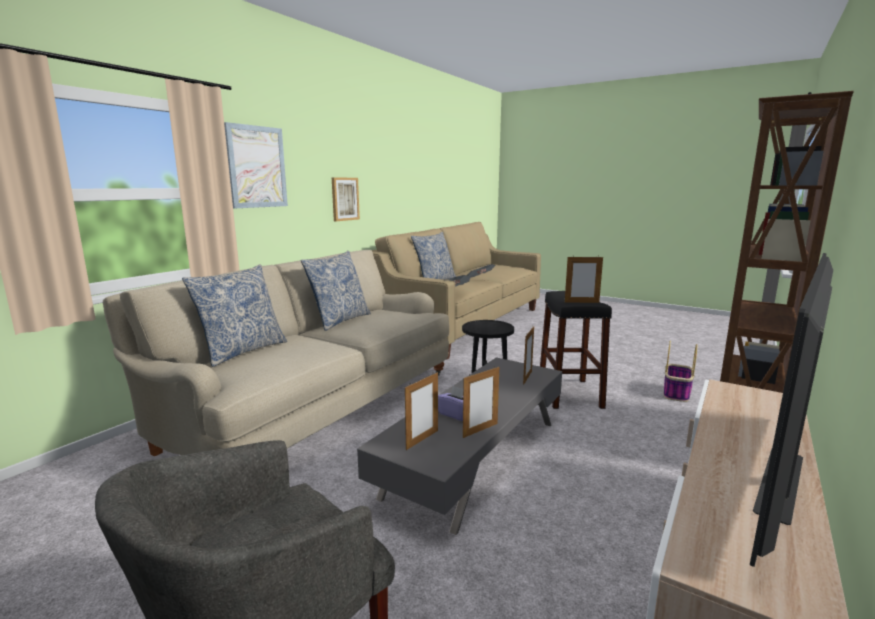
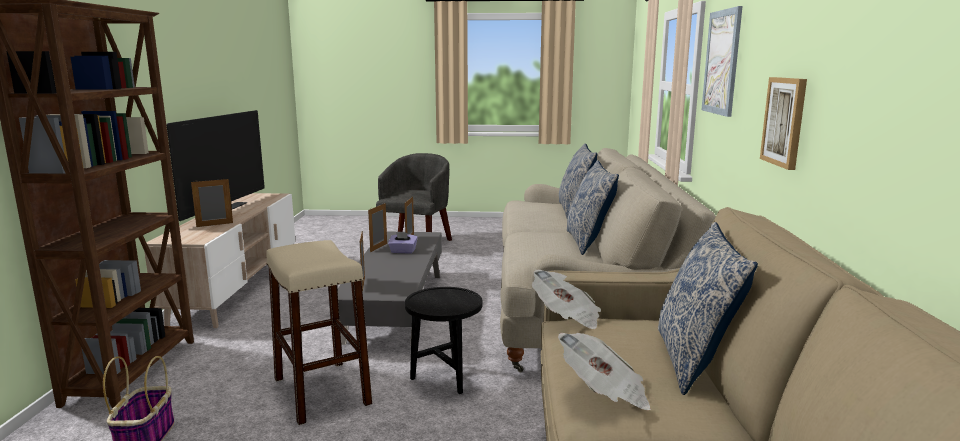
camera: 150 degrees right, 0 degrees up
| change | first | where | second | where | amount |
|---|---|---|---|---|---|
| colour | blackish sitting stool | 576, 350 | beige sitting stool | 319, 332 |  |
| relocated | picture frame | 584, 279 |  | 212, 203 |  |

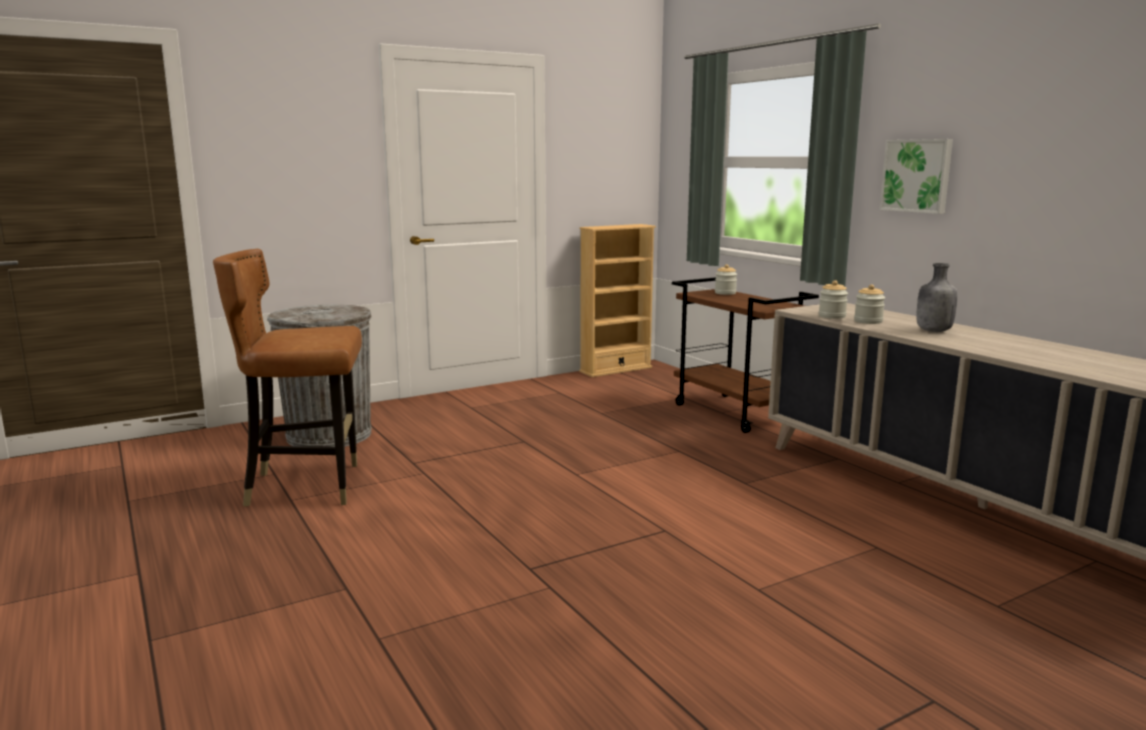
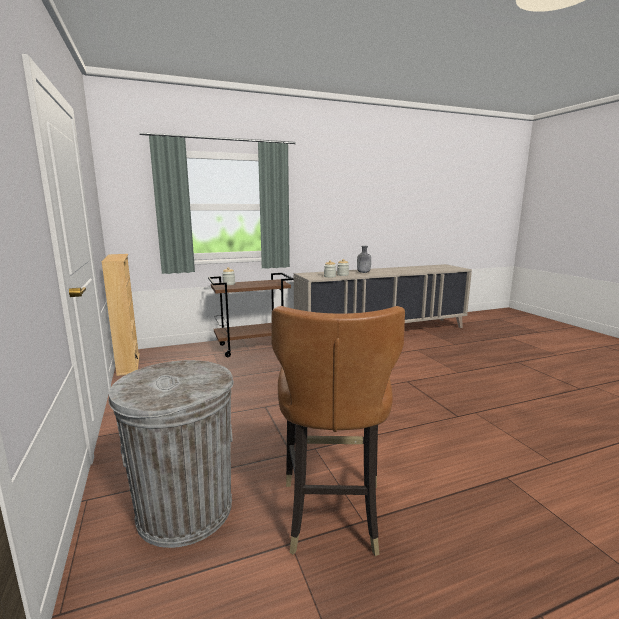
camera: 80 degrees left, 0 degrees up
| change | first | where | second | where | amount |
|---|---|---|---|---|---|
| missing | wall art | 916, 176 |  |  |  |

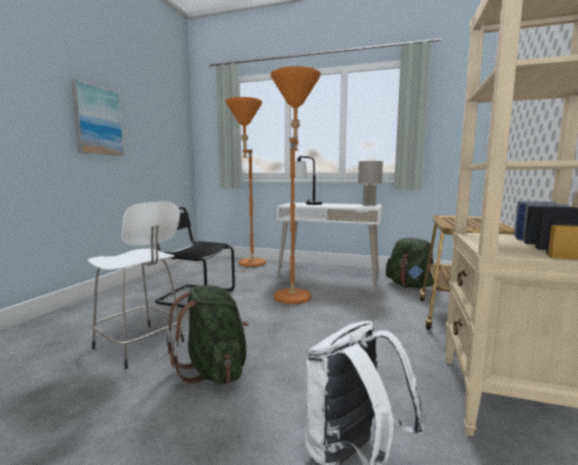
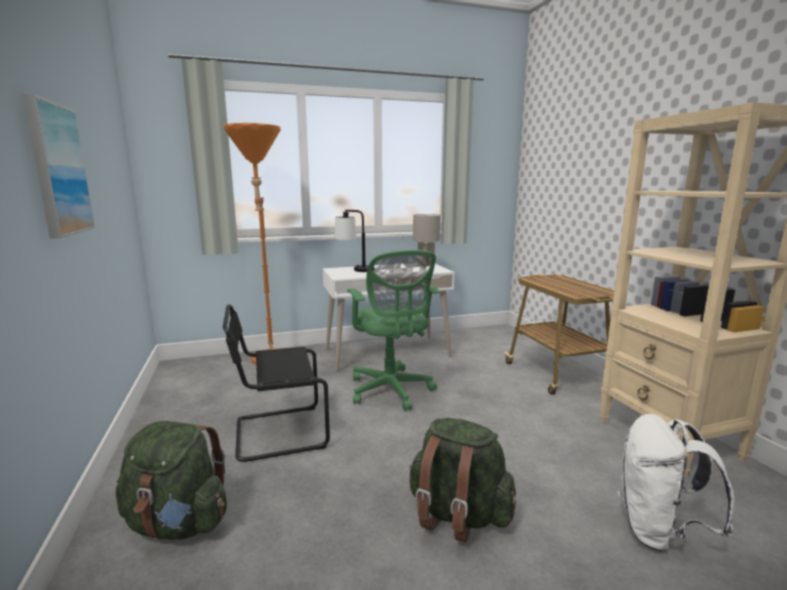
camera: 35 degrees left, 5 degrees up
| change | first | where | second | where | amount |
|---|---|---|---|---|---|
| missing | whitish sitting stool | 136, 285 |  |  |  |
| exchanged | orange-coloured standard lamp | 295, 185 | green-coloured computer chair | 393, 330 |  |
| relocated | green-coloured backpack | 410, 263 |  | 171, 480 |  |

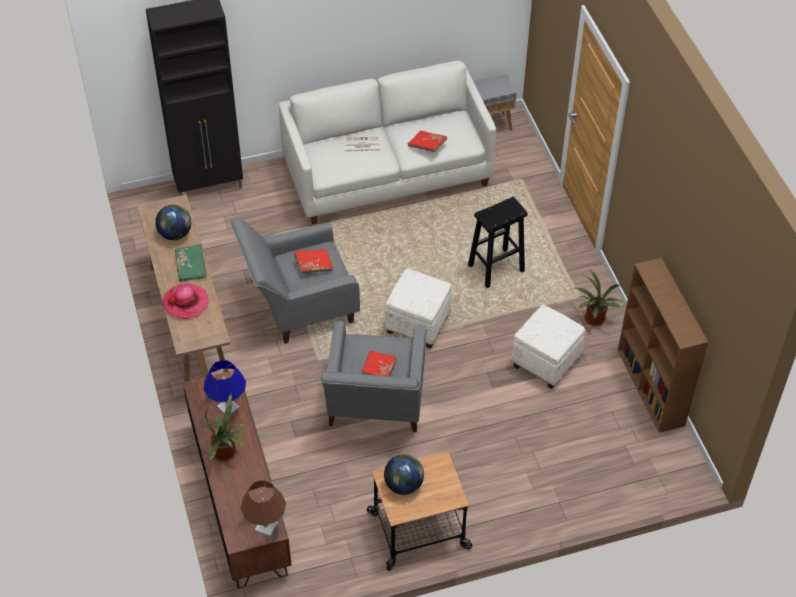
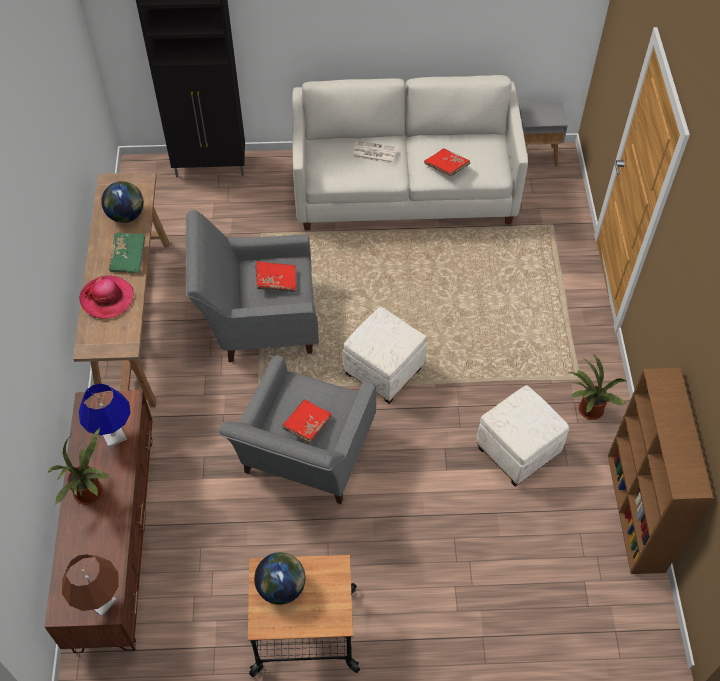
camera: 15 degrees right, 5 degrees up
| change | first | where | second | where | amount |
|---|---|---|---|---|---|
| missing | blackish sitting stool | 498, 242 |  |  |  |

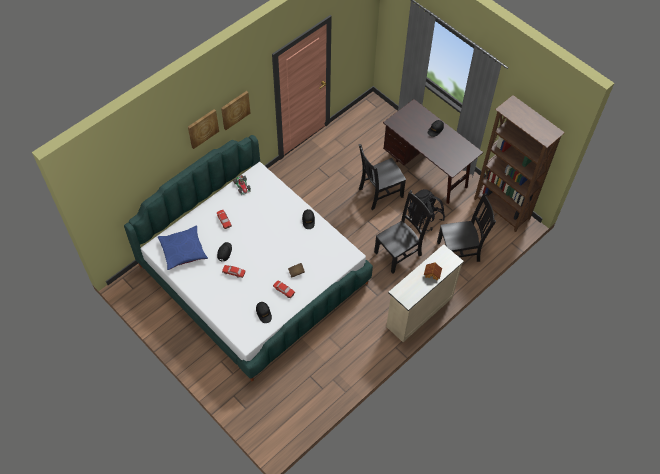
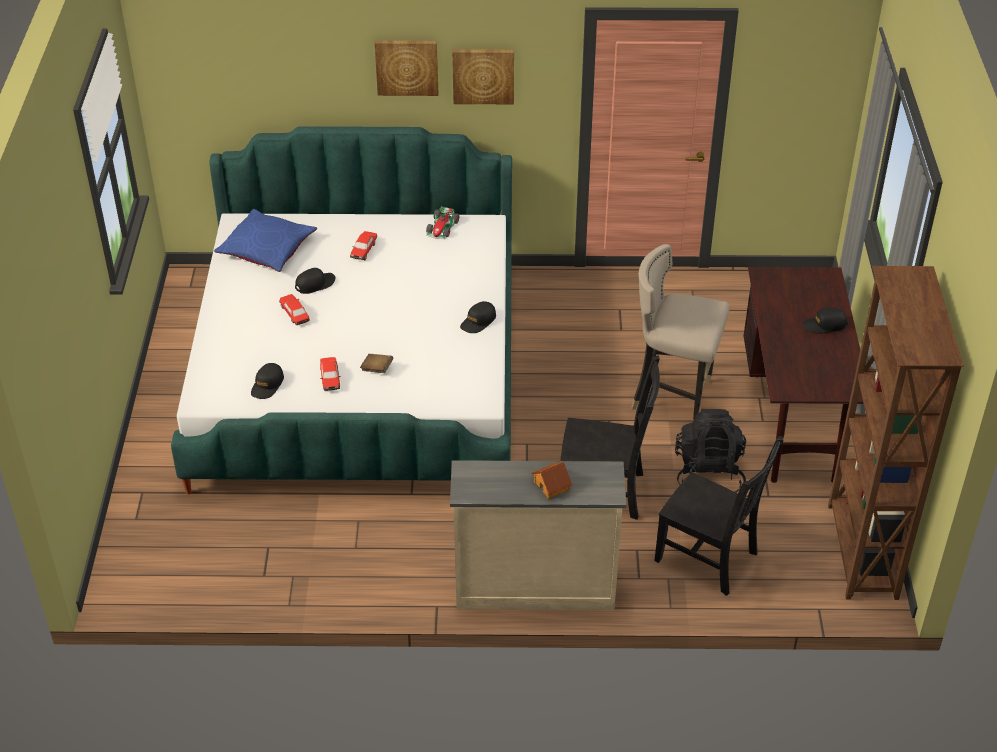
camera: 45 degrees right, 15 degrees down
| change | first | where | second | where | amount |
|---|---|---|---|---|---|
| exchanged | blackish chair | 382, 177 | beige sitting stool | 680, 332 |  |

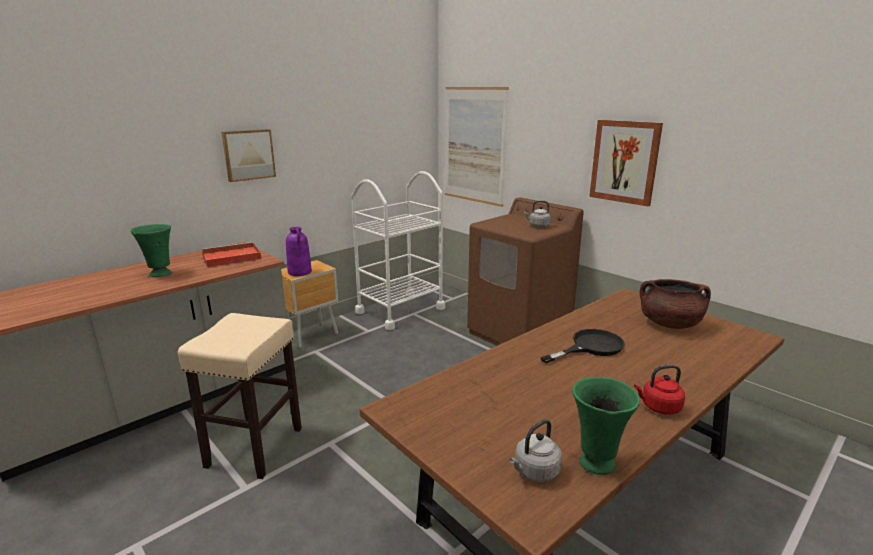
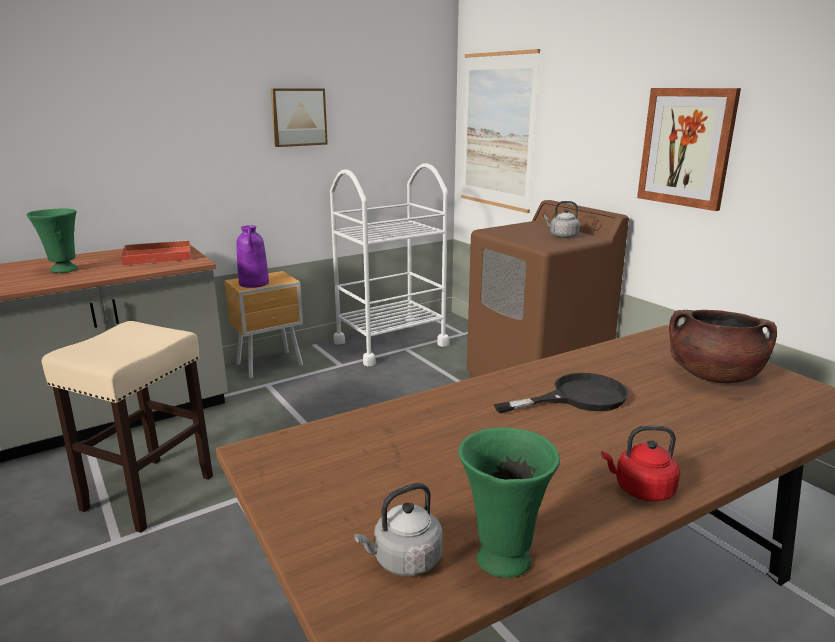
camera: 10 degrees right, 0 degrees up
| change | first | where | second | where | amount |
|---|---|---|---|---|---|
| relocated | wall art | 248, 155 |  | 299, 117 |  |

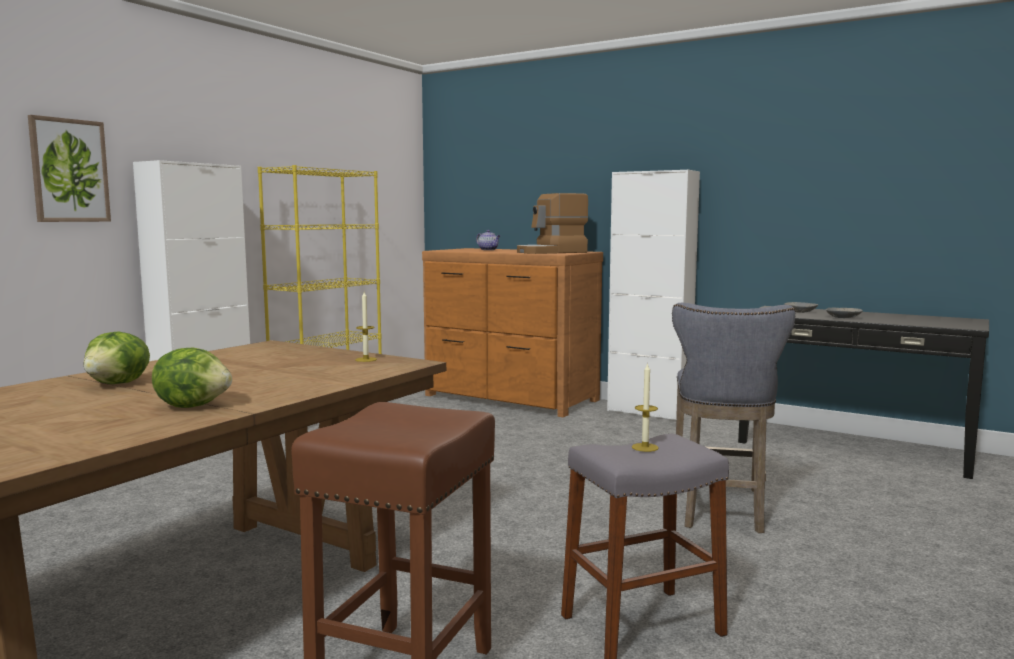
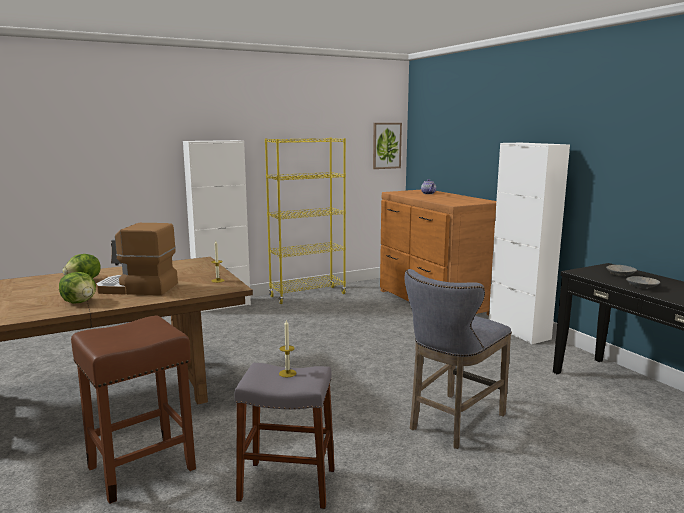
camera: 30 degrees right, 5 degrees up
| change | first | where | second | where | amount |
|---|---|---|---|---|---|
| relocated | wall art | 69, 168 |  | 387, 146 |  |
| relocated | coffee maker | 552, 223 |  | 137, 259 |  |

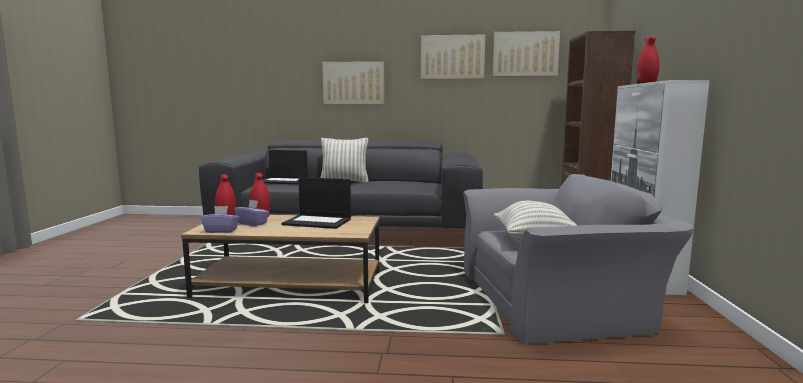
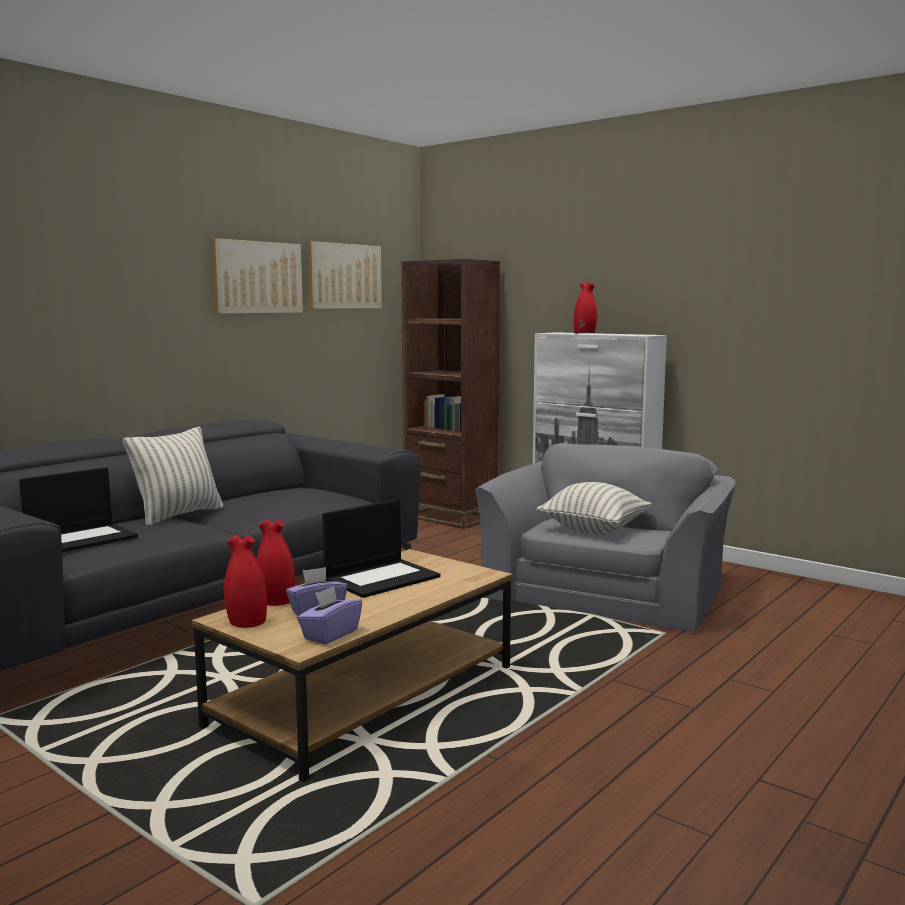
camera: 55 degrees left, 0 degrees up
| change | first | where | second | where | amount |
|---|---|---|---|---|---|
| missing | wall art | 353, 82 |  |  |  |

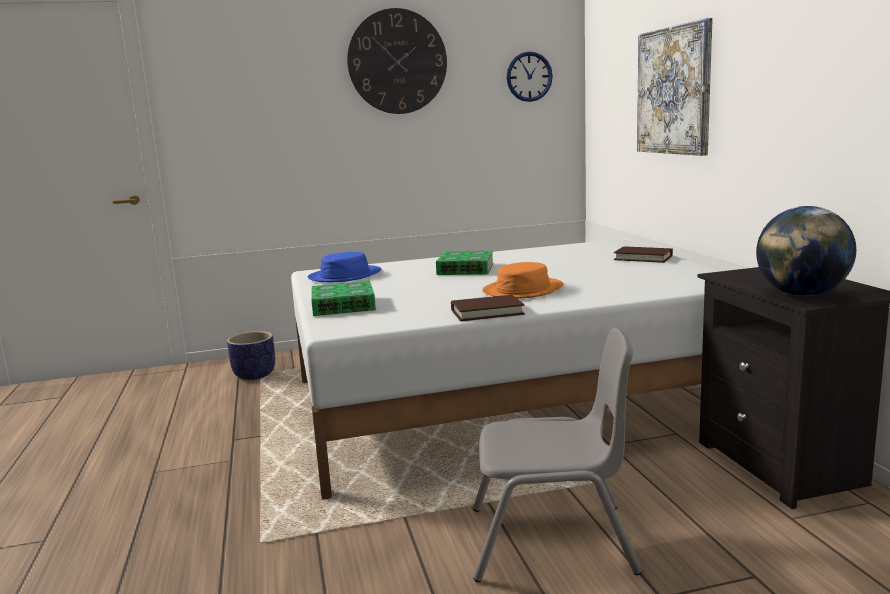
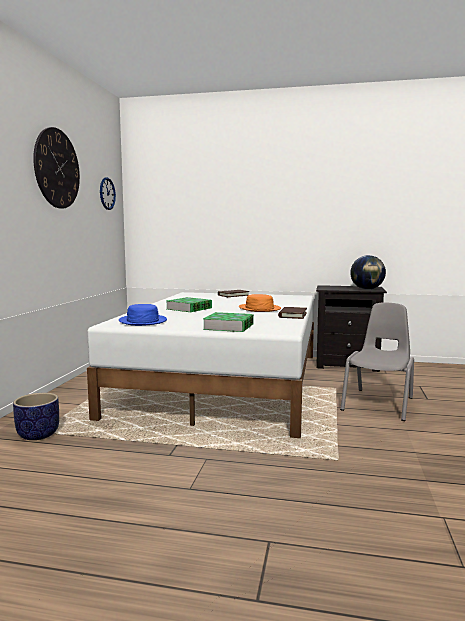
camera: 65 degrees left, 5 degrees down
| change | first | where | second | where | amount |
|---|---|---|---|---|---|
| missing | wall art | 675, 87 |  |  |  |

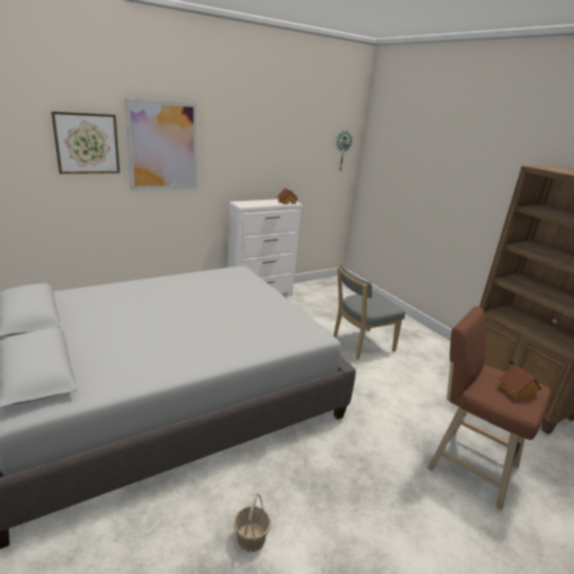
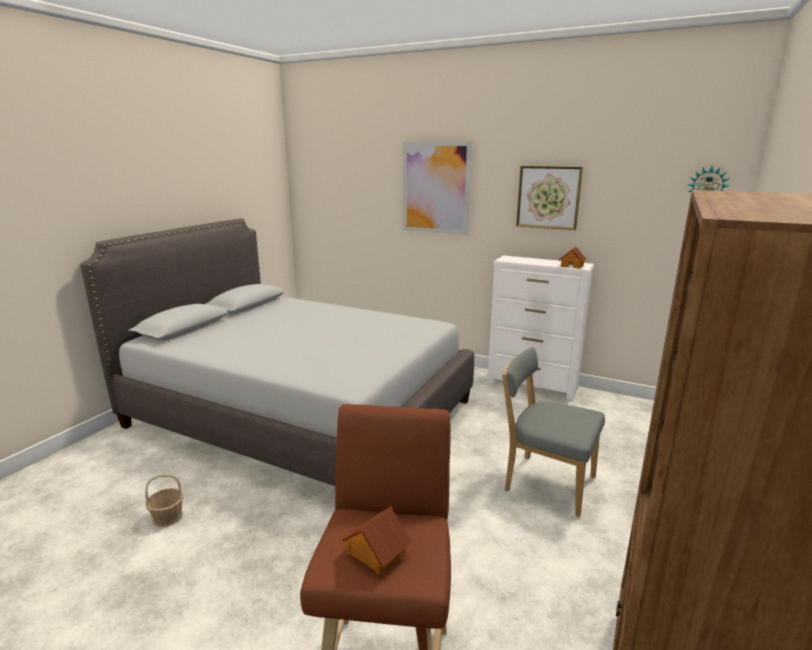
camera: 60 degrees right, 5 degrees down
| change | first | where | second | where | amount |
|---|---|---|---|---|---|
| relocated | wall art | 85, 142 |  | 549, 198 |  |

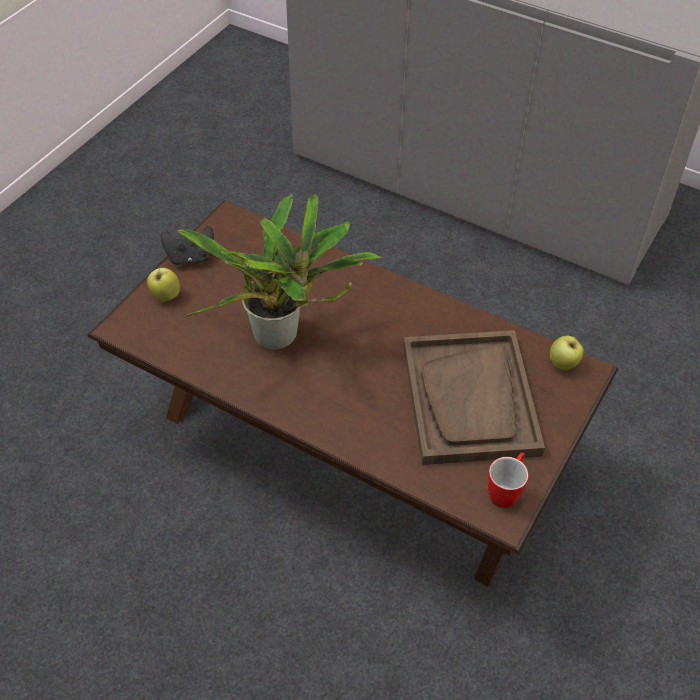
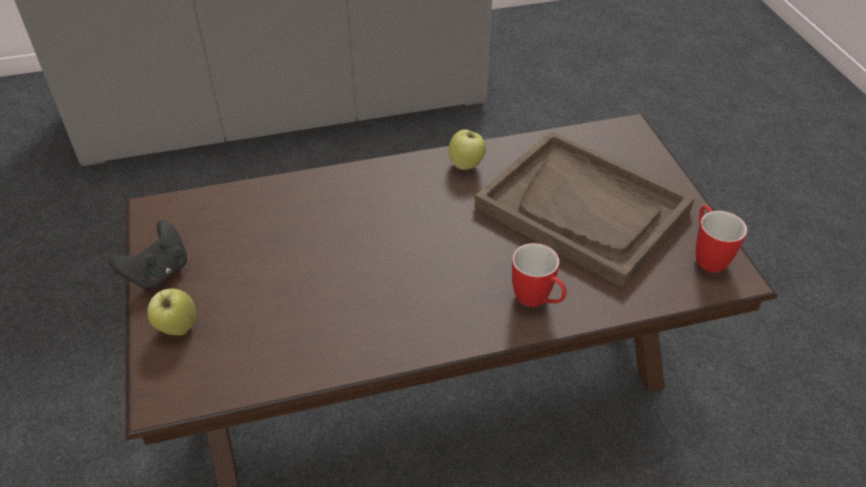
camera: 45 degrees left, 5 degrees down
| change | first | where | second | where | amount |
|---|---|---|---|---|---|
| missing | houseplant | 280, 272 |  |  |  |
| relocated | apple | 567, 353 |  | 467, 150 |  |
| appeared |  |  | mug | 539, 275 |  |

